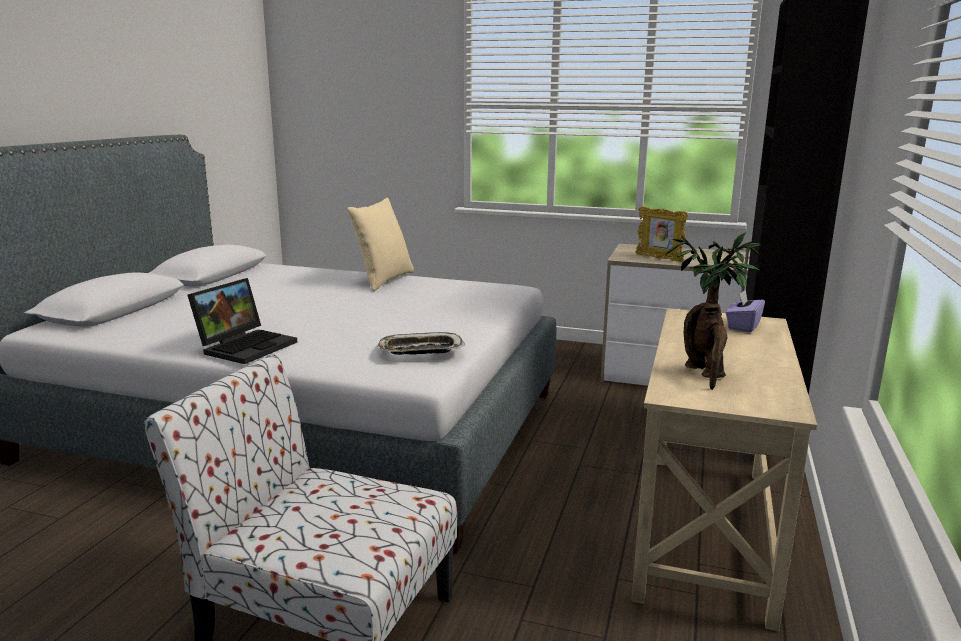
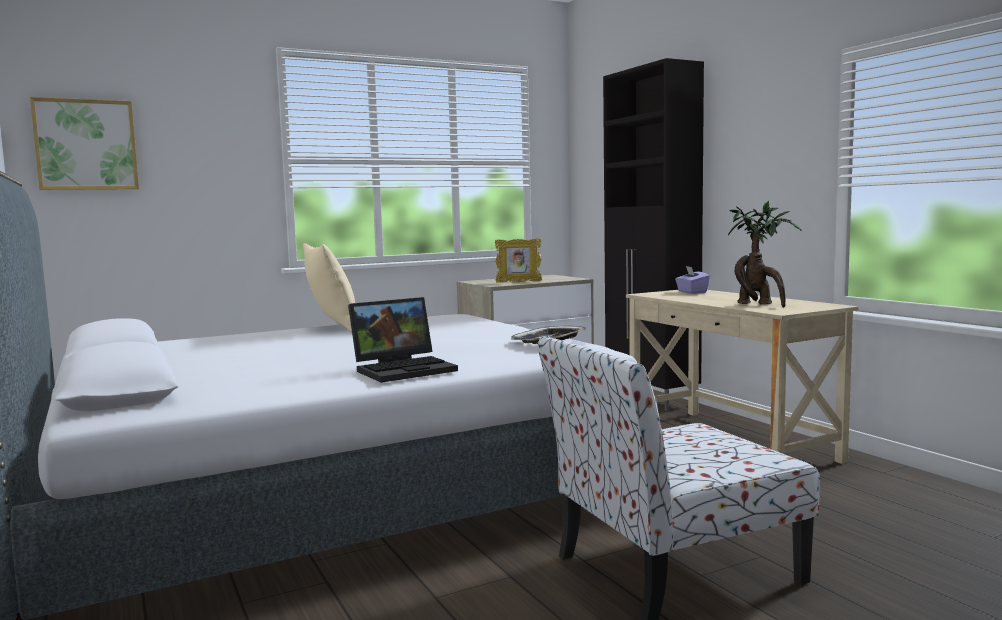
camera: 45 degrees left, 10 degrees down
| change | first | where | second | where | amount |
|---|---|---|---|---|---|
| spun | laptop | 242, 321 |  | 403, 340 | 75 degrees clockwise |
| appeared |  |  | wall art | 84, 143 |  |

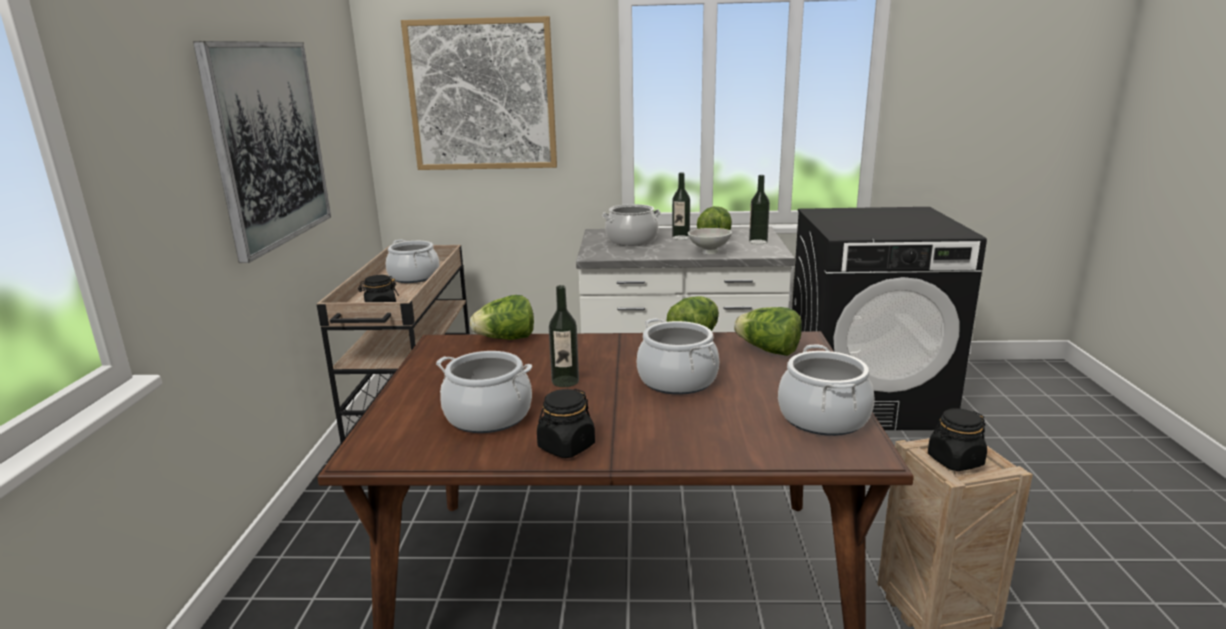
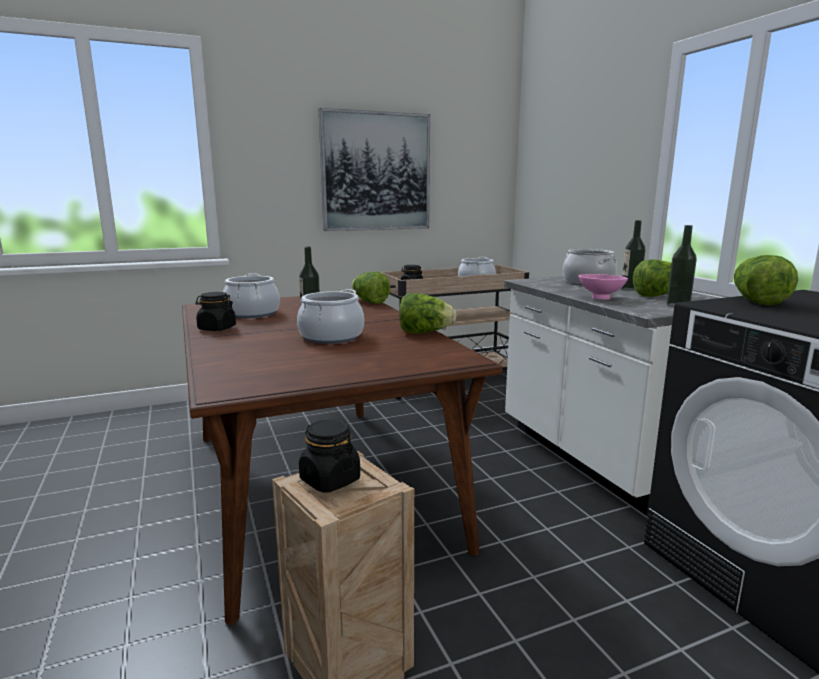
camera: 65 degrees right, 5 degrees down
| change | first | where | second | where | amount |
|---|---|---|---|---|---|
| missing | wall art | 479, 93 |  |  |  |
| colour | whitish serving bowl | 710, 241 | pink serving bowl | 603, 287 |  |
| relocated | head of lettuce | 768, 331 |  | 766, 280 |  |
| missing | cooking pot | 826, 390 |  |  |  |

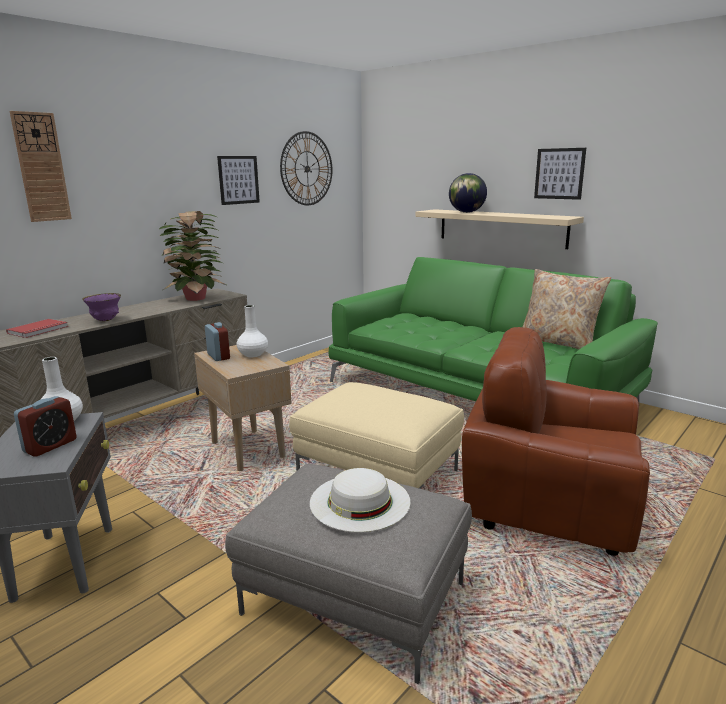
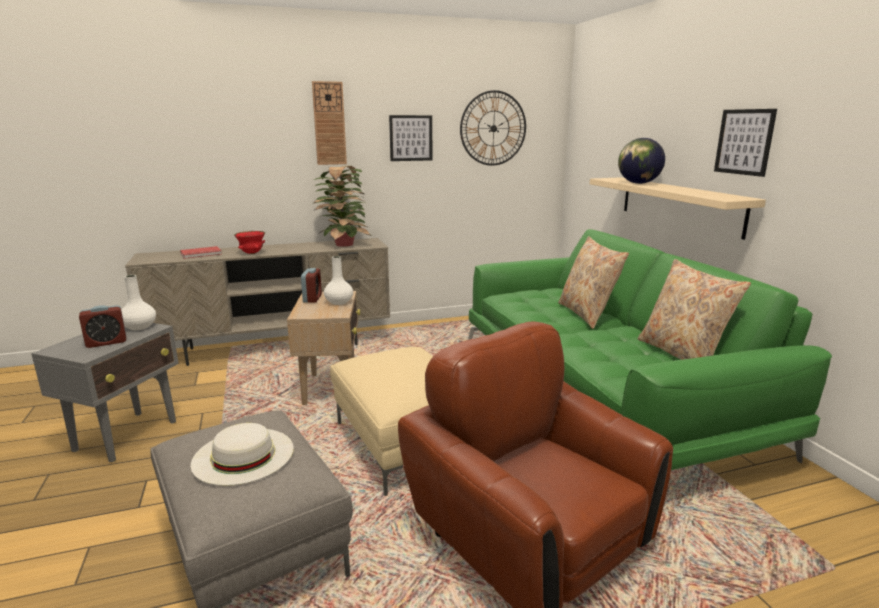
camera: 30 degrees right, 0 degrees up
| change | first | where | second | where | amount |
|---|---|---|---|---|---|
| relocated | hanging clock | 41, 166 |  | 329, 123 |  |
| colour | purple serving bowl | 101, 307 | red serving bowl | 249, 242 |  |
| appeared |  |  | beige pillow | 593, 282 |  |

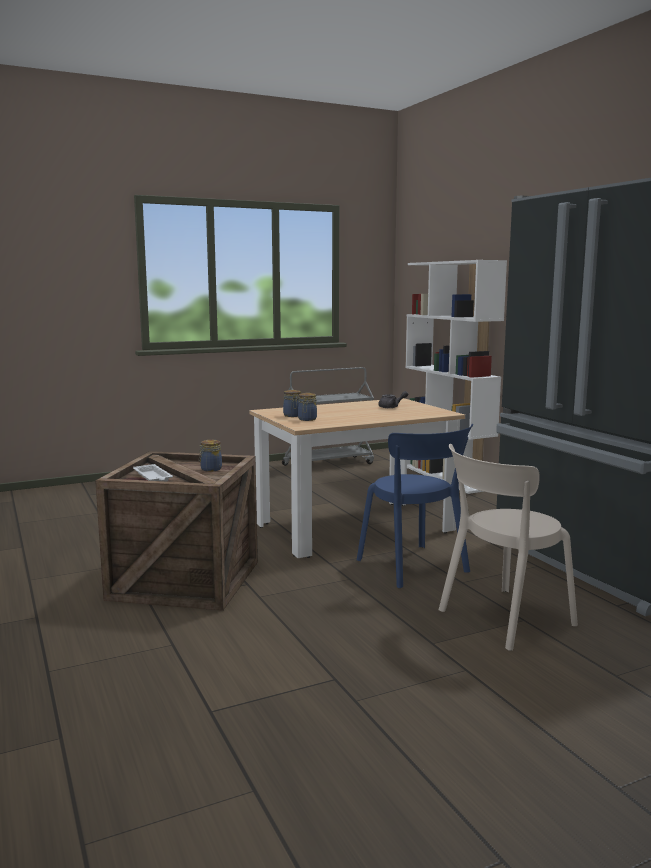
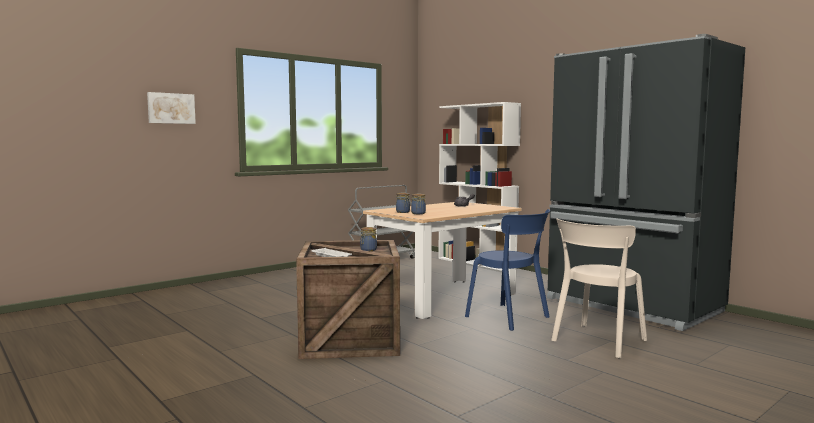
camera: 15 degrees left, 5 degrees down
| change | first | where | second | where | amount |
|---|---|---|---|---|---|
| appeared |  |  | wall art | 171, 108 |  |

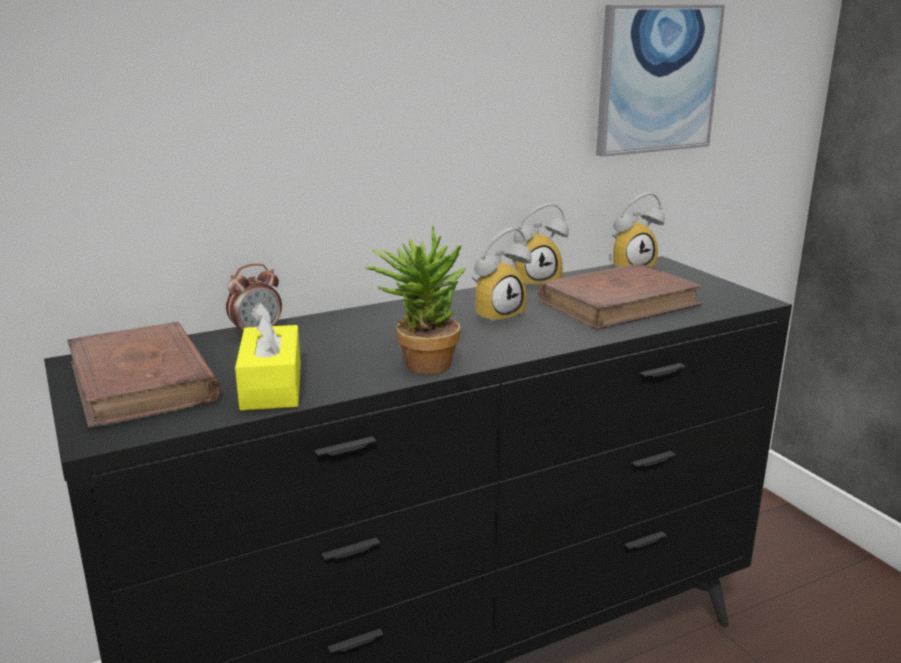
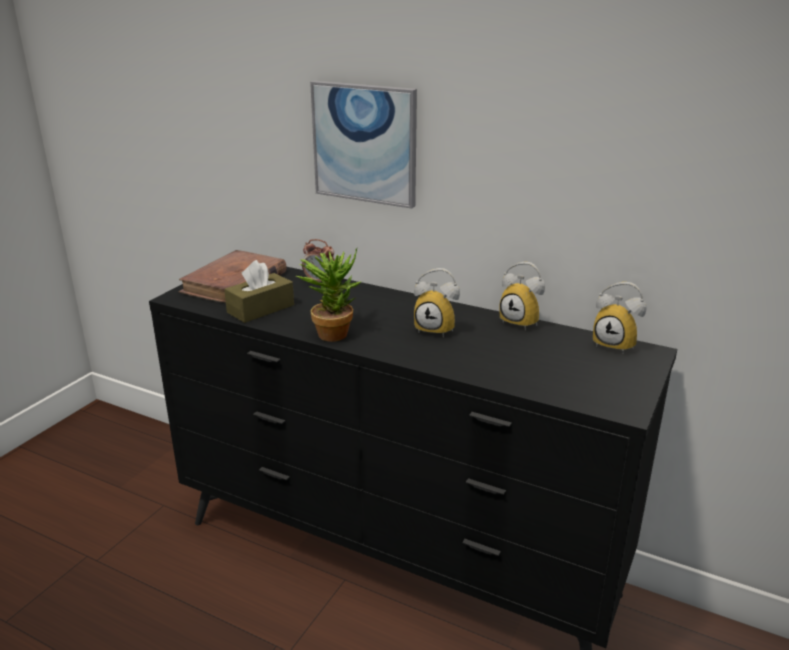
camera: 55 degrees right, 5 degrees up
| change | first | where | second | where | amount |
|---|---|---|---|---|---|
| colour | yellow-coloured tissue holder | 268, 356 | brown tissue holder | 259, 291 |  |
| missing | brown bound book | 620, 296 |  |  |  |
| relocated | wall art | 660, 81 |  | 363, 145 |  |

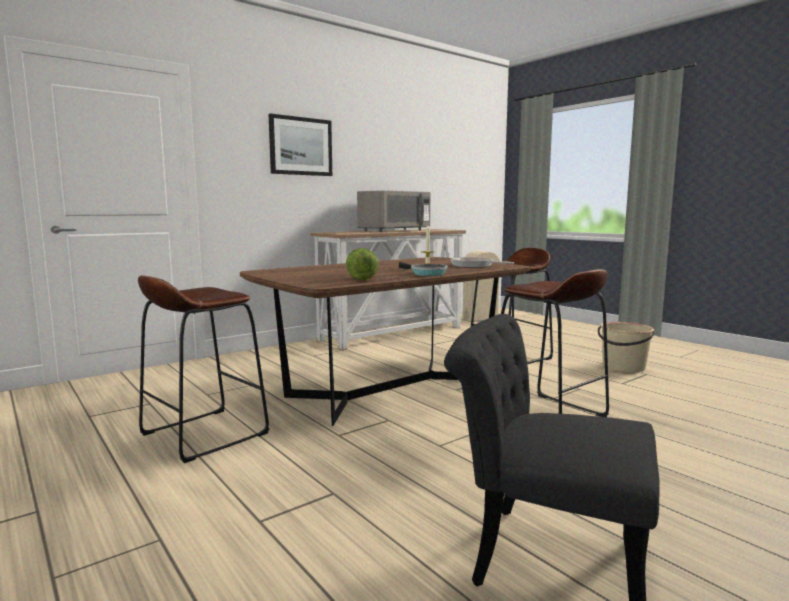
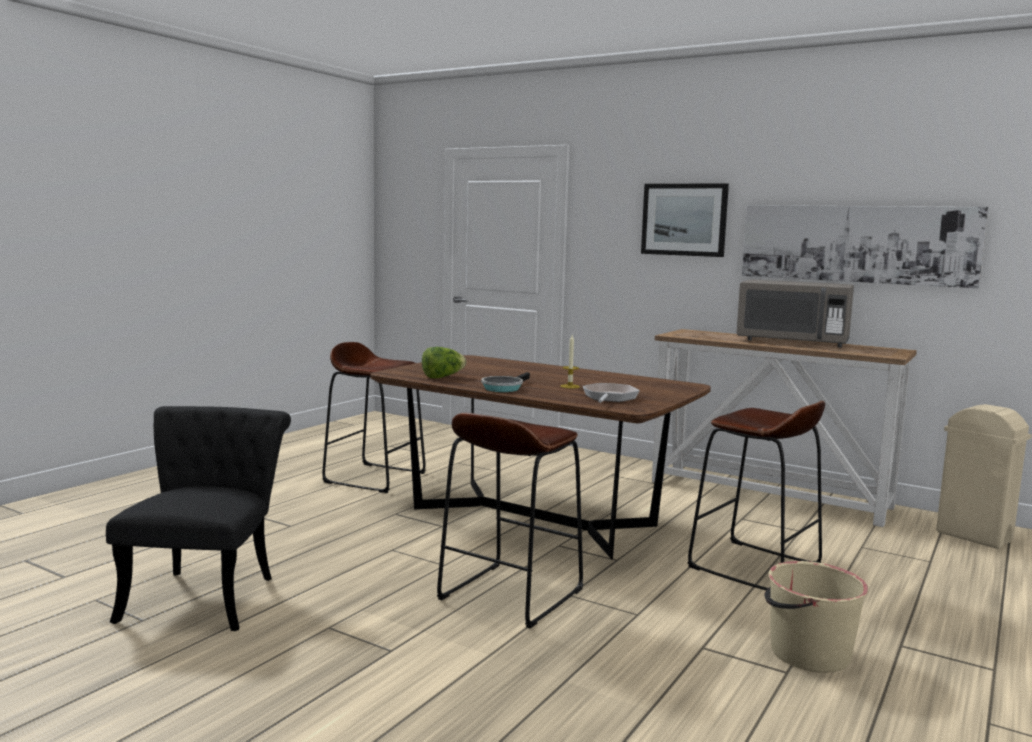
camera: 70 degrees right, 0 degrees up
| change | first | where | second | where | amount |
|---|---|---|---|---|---|
| appeared |  |  | wall art | 865, 246 |  |

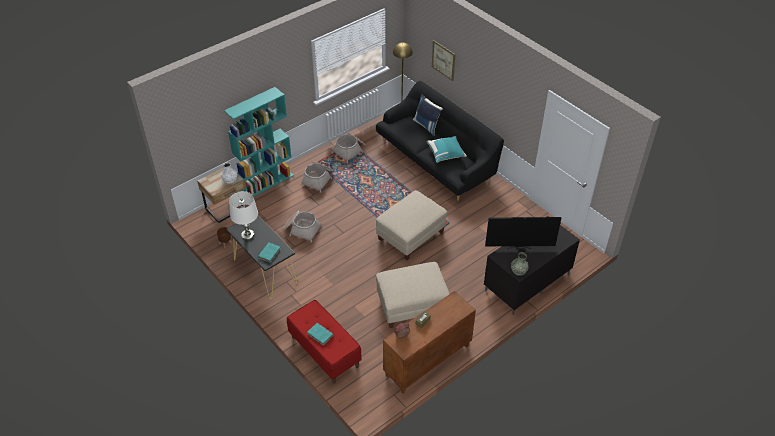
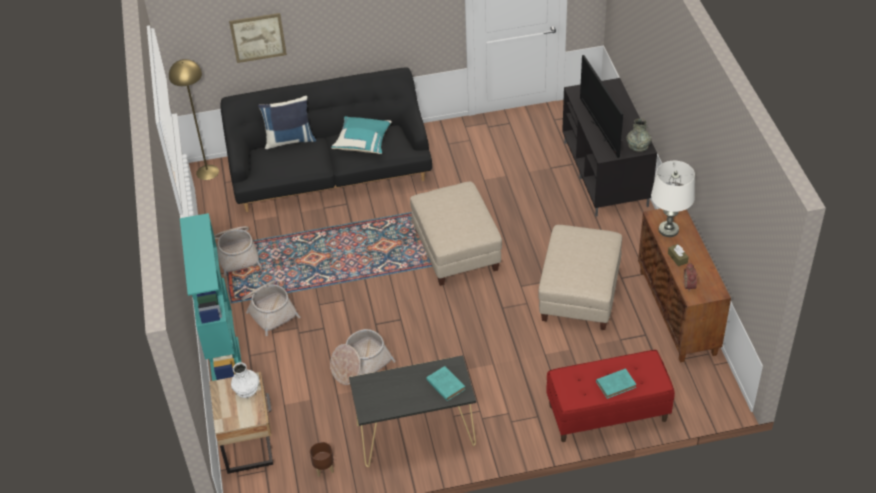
camera: 60 degrees left, 0 degrees up
| change | first | where | second | where | amount |
|---|---|---|---|---|---|
| relocated | whitish tabletop lamp | 243, 215 |  | 673, 199 |  |
| spun | TV set | 523, 233 |  | 601, 106 | 135 degrees clockwise |

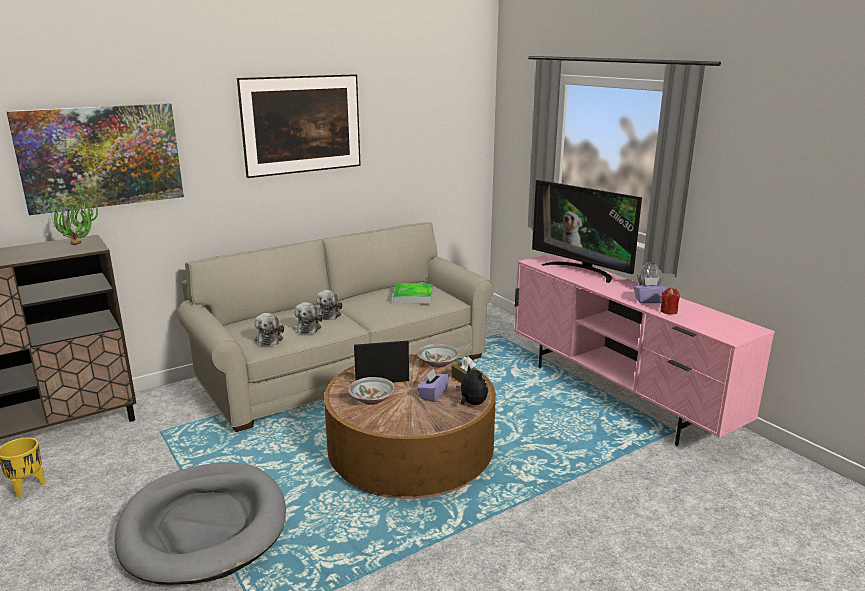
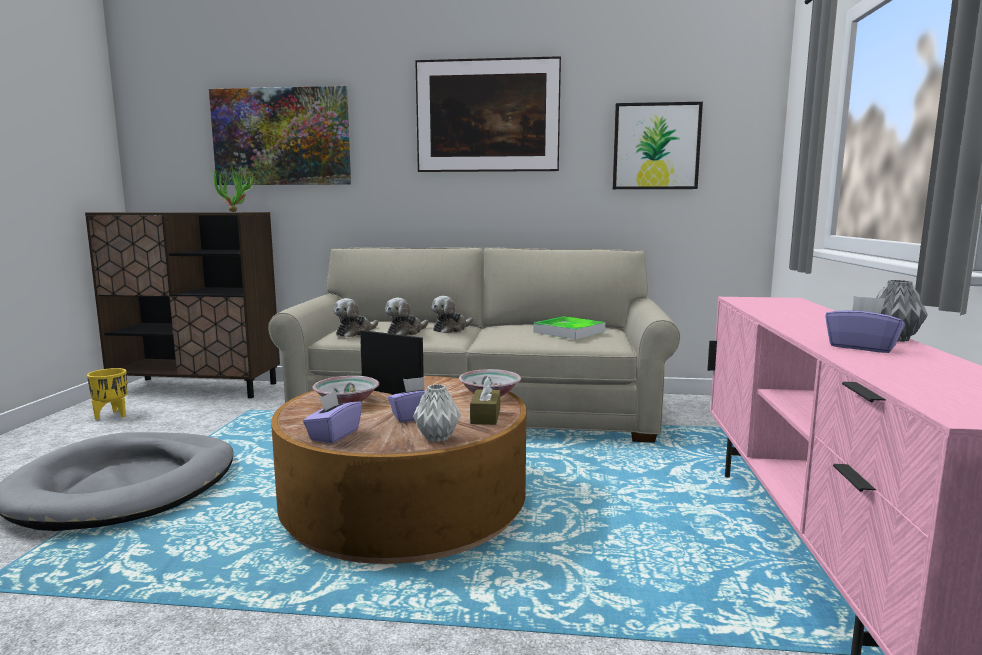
camera: 40 degrees right, 10 degrees down
| change | first | where | second | where | amount |
|---|---|---|---|---|---|
| exchanged | cuddly toy | 472, 385 | greyish flower vase | 437, 413 |  |
| missing | TV set | 587, 231 |  |  |  |
| missing | red wax light | 670, 301 |  |  |  |
| appeared |  |  | purple tissue holder | 332, 417 |  |
| appeared |  |  | wall art | 658, 145 |  |

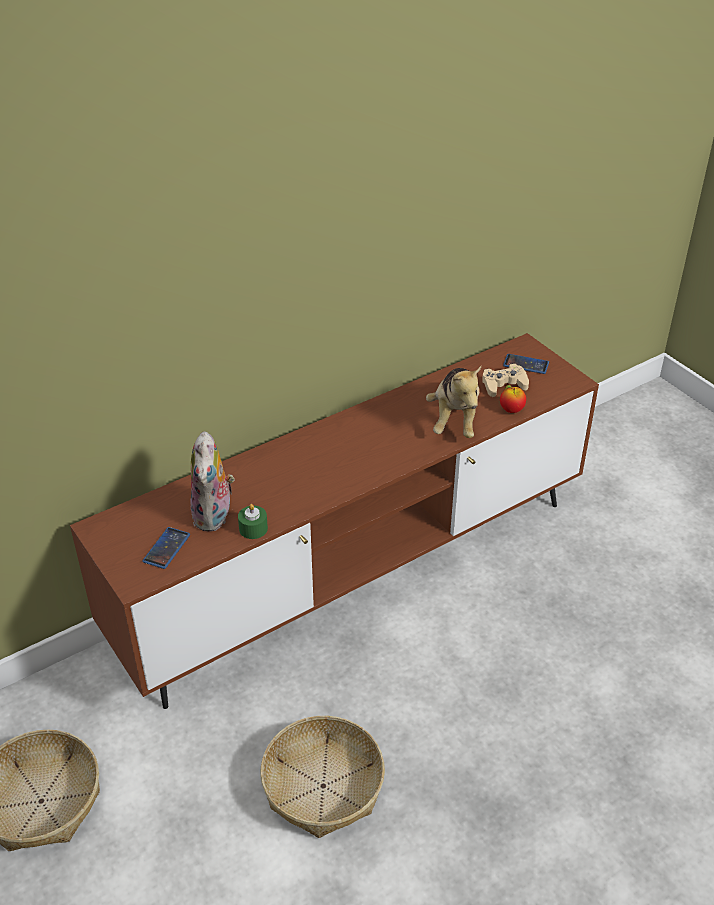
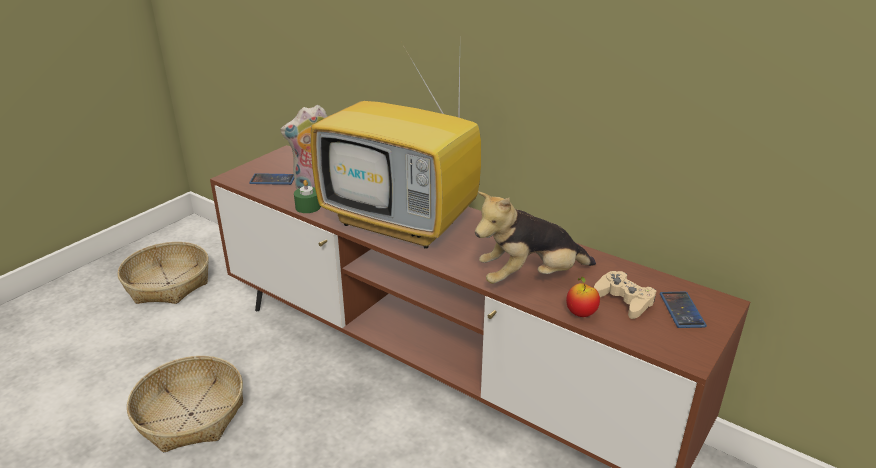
camera: 70 degrees right, 10 degrees down
| change | first | where | second | where | amount |
|---|---|---|---|---|---|
| appeared |  |  | TV set | 396, 144 |  |

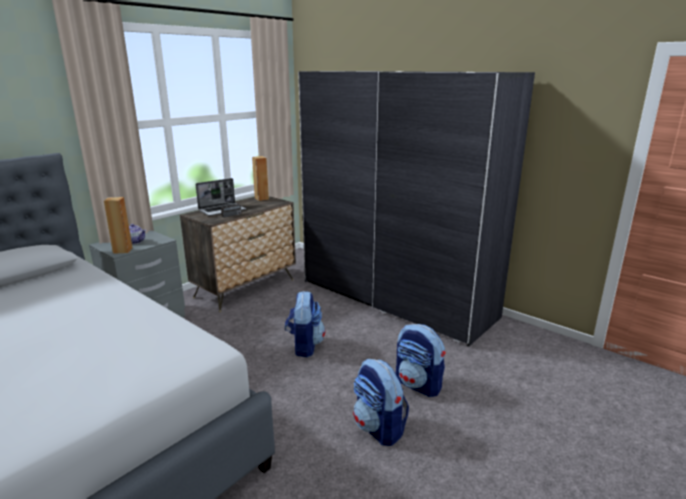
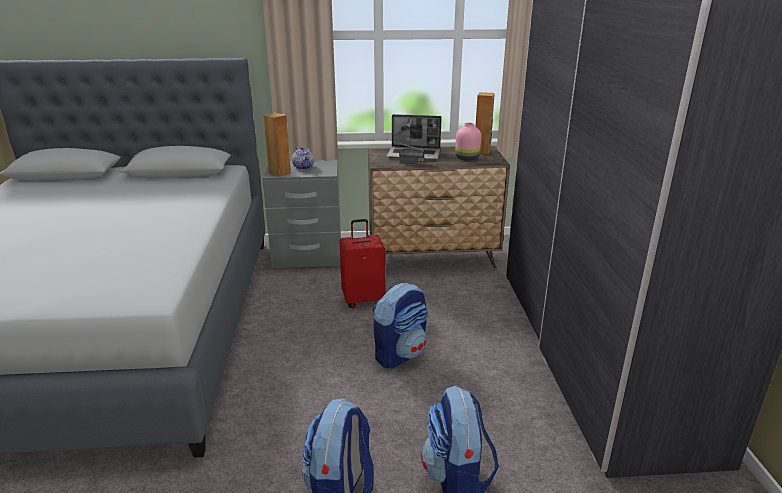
camera: 45 degrees right, 5 degrees up
| change | first | where | second | where | amount |
|---|---|---|---|---|---|
| appeared |  |  | red piece of luggage | 362, 263 |  |
| appeared |  |  | pink flower vase | 468, 142 |  |

